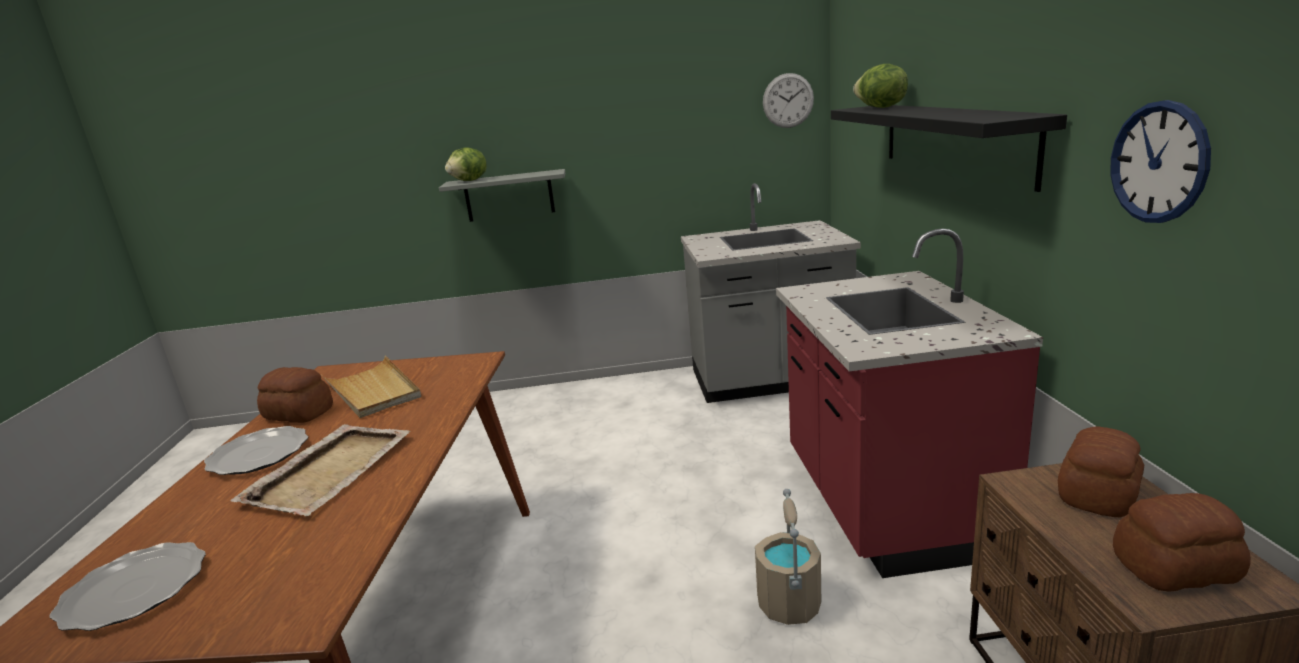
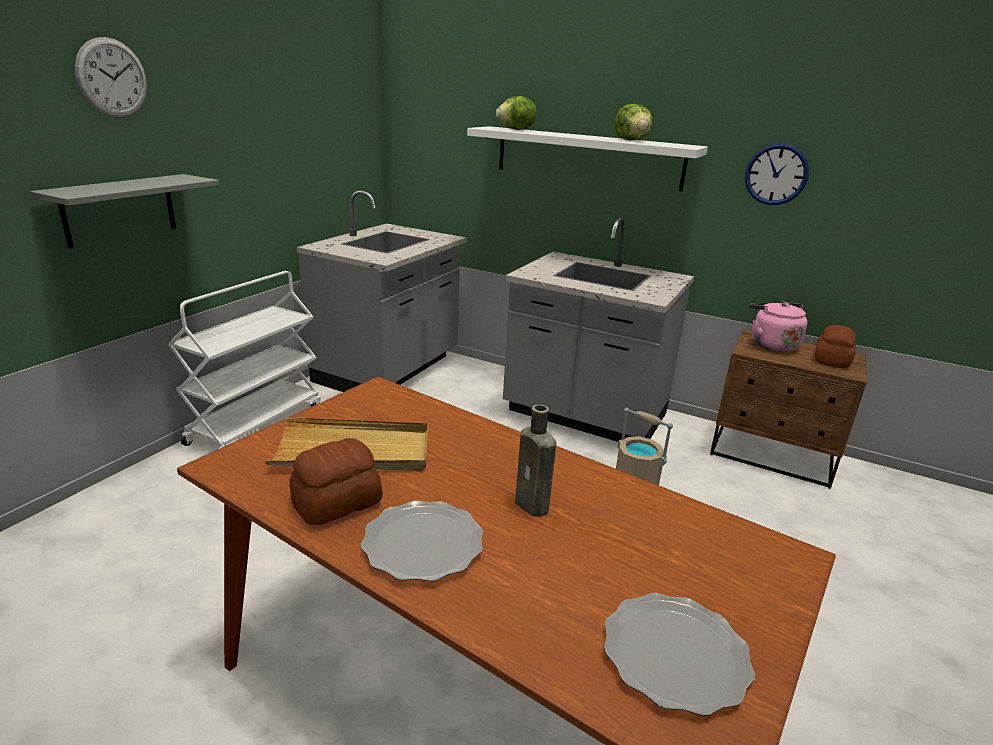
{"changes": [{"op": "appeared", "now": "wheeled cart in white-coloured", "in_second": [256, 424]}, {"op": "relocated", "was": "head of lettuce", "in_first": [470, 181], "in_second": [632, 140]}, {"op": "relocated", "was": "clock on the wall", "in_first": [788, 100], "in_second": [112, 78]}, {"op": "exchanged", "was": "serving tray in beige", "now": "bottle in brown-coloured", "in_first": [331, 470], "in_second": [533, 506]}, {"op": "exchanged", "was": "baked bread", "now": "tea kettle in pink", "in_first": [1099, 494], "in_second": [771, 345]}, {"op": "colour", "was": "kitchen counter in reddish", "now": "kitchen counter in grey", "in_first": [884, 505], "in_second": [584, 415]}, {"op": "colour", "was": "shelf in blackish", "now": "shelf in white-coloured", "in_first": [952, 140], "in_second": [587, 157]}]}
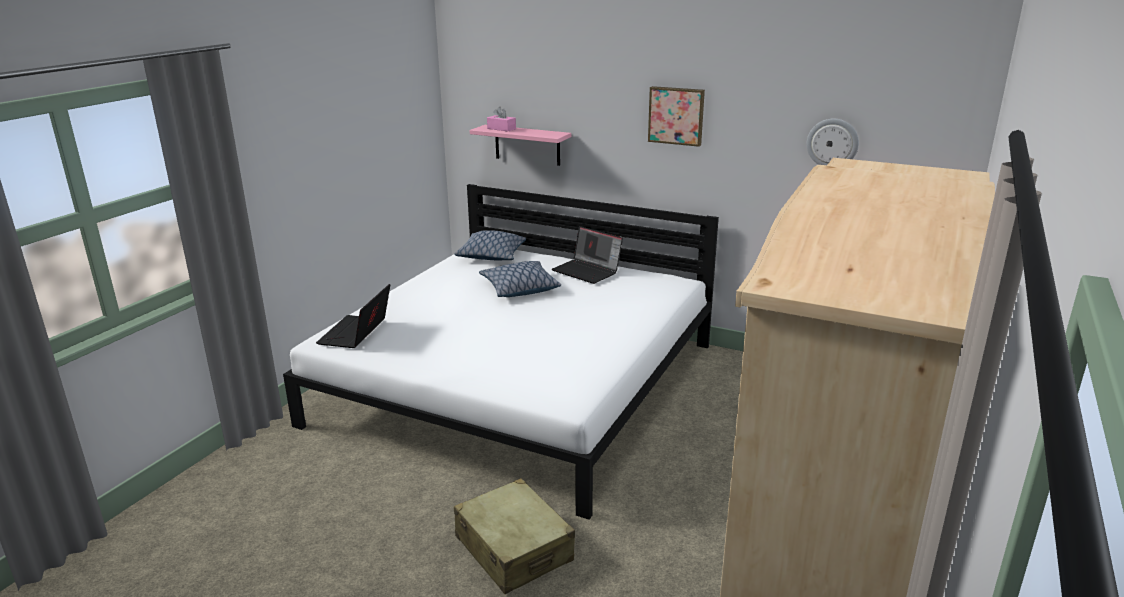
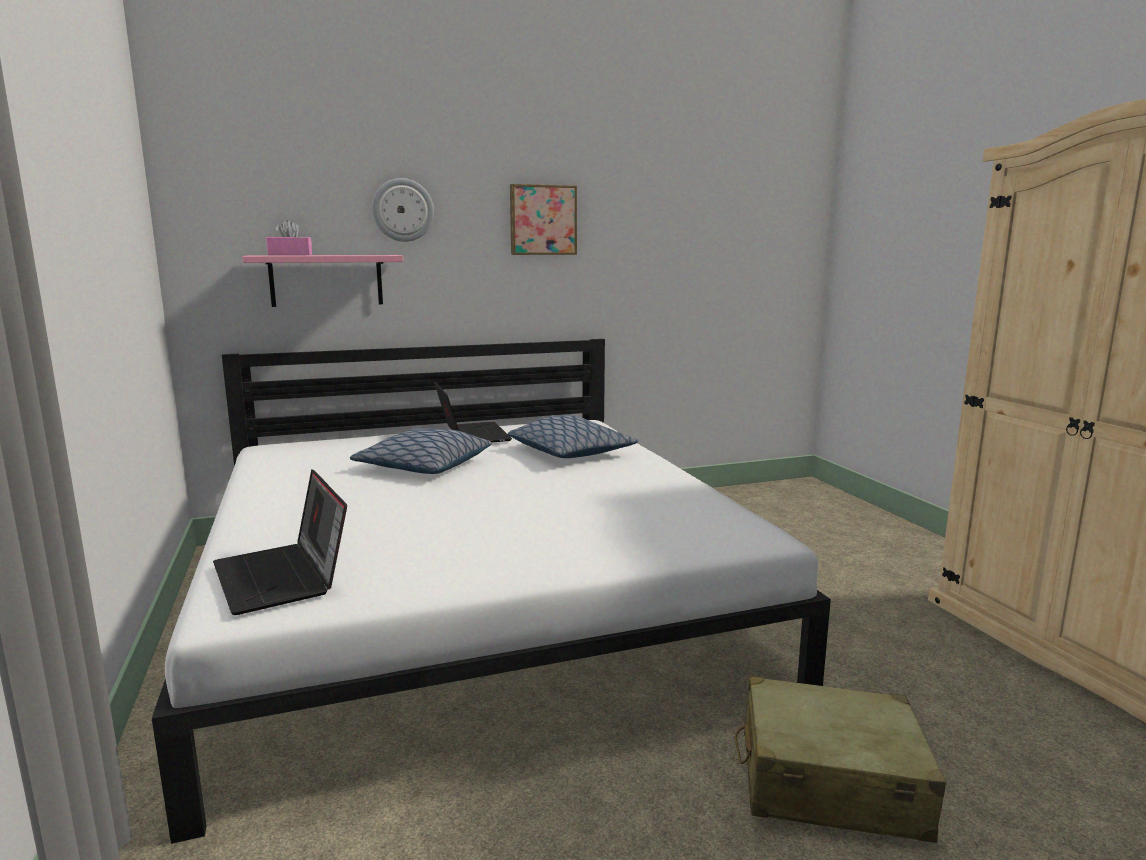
{"changes": [{"op": "relocated", "was": "pillow", "in_first": [492, 255], "in_second": [572, 453]}, {"op": "relocated", "was": "clock on the wall", "in_first": [832, 143], "in_second": [403, 210]}, {"op": "spun", "was": "portable computer", "in_first": [588, 271], "in_second": [471, 434], "clockwise": -105}]}
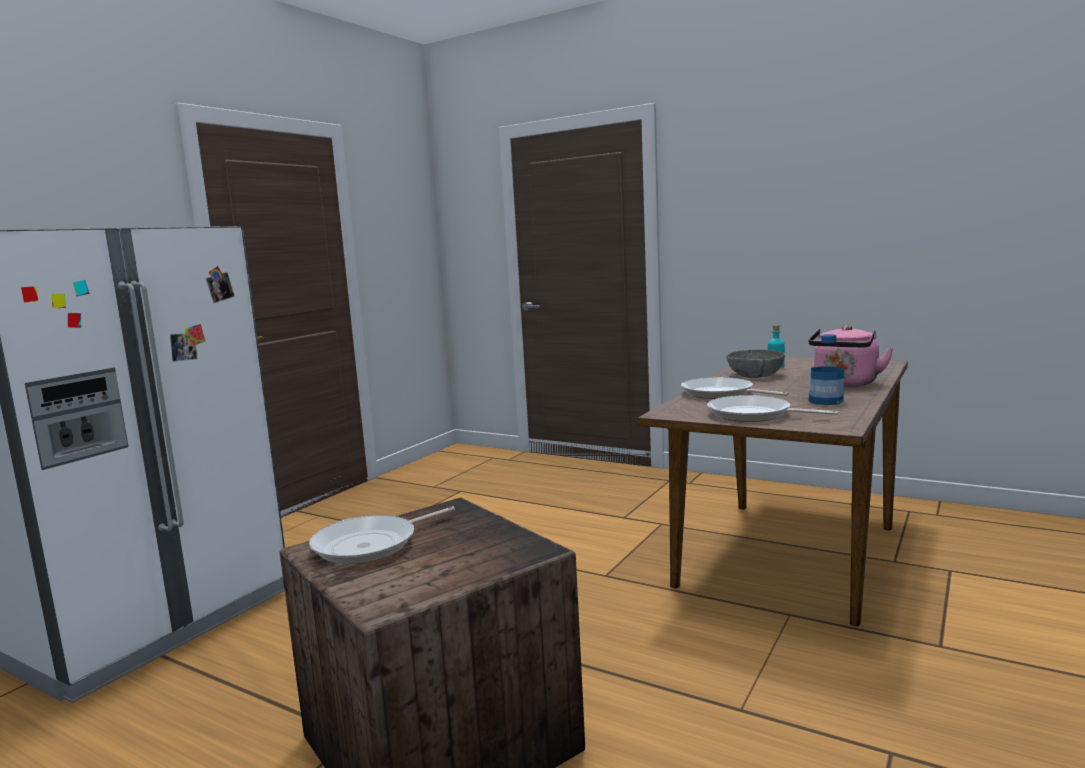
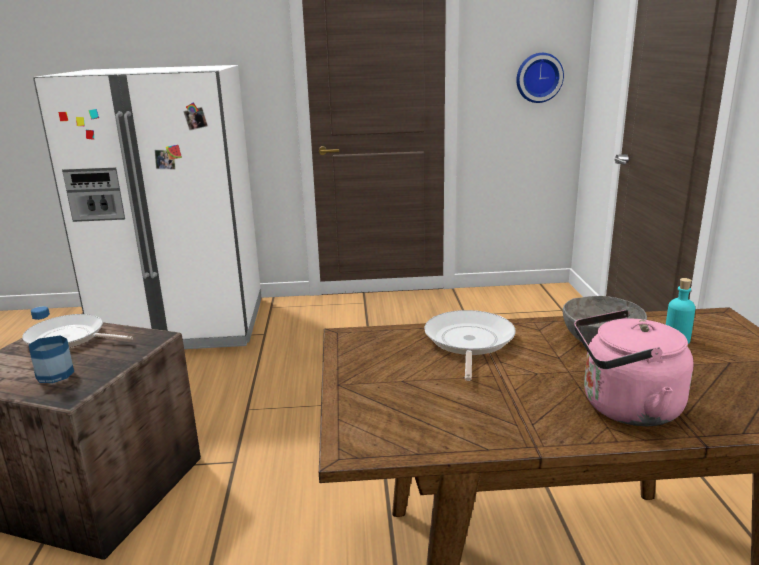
{"changes": [{"op": "missing", "was": "skillet", "in_first": [754, 415]}, {"op": "appeared", "now": "clock on the wall", "in_second": [538, 77]}, {"op": "relocated", "was": "bottle", "in_first": [825, 401], "in_second": [55, 374]}]}
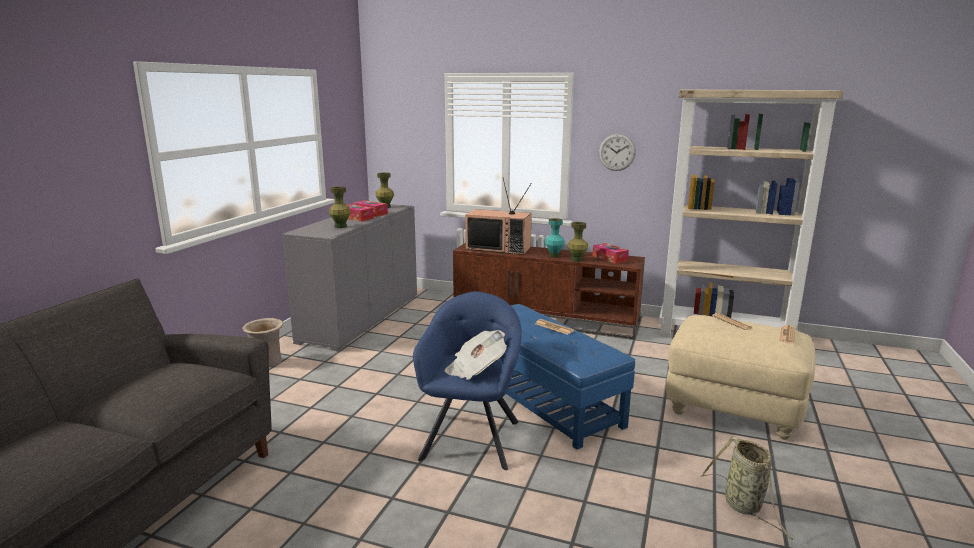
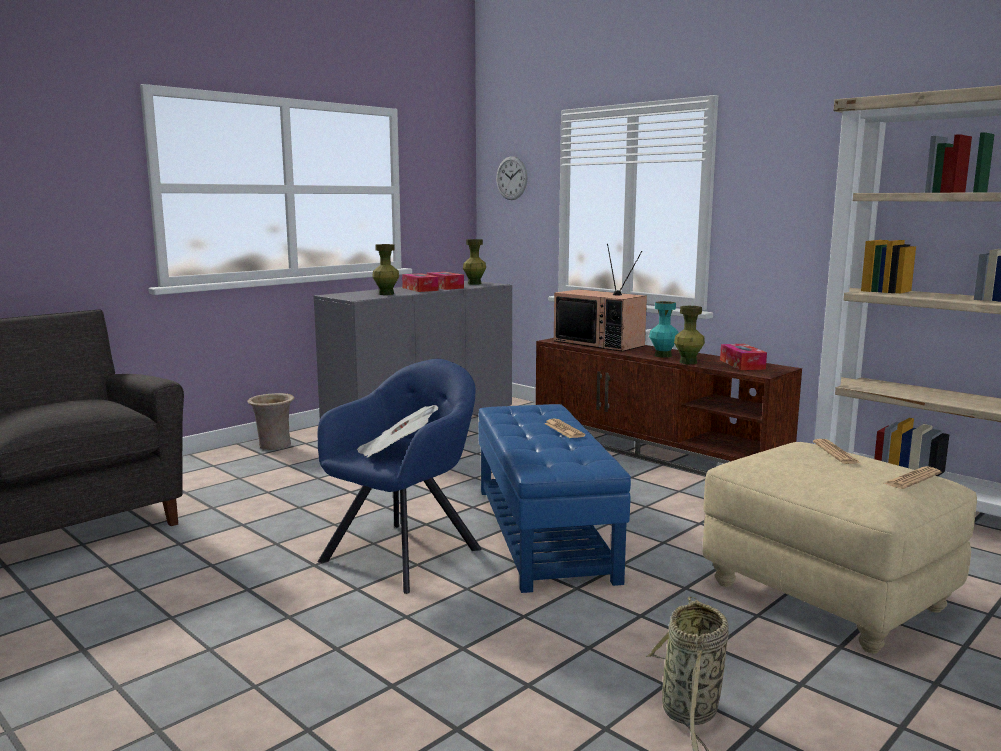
{"changes": [{"op": "relocated", "was": "clock on the wall", "in_first": [617, 152], "in_second": [511, 178]}]}
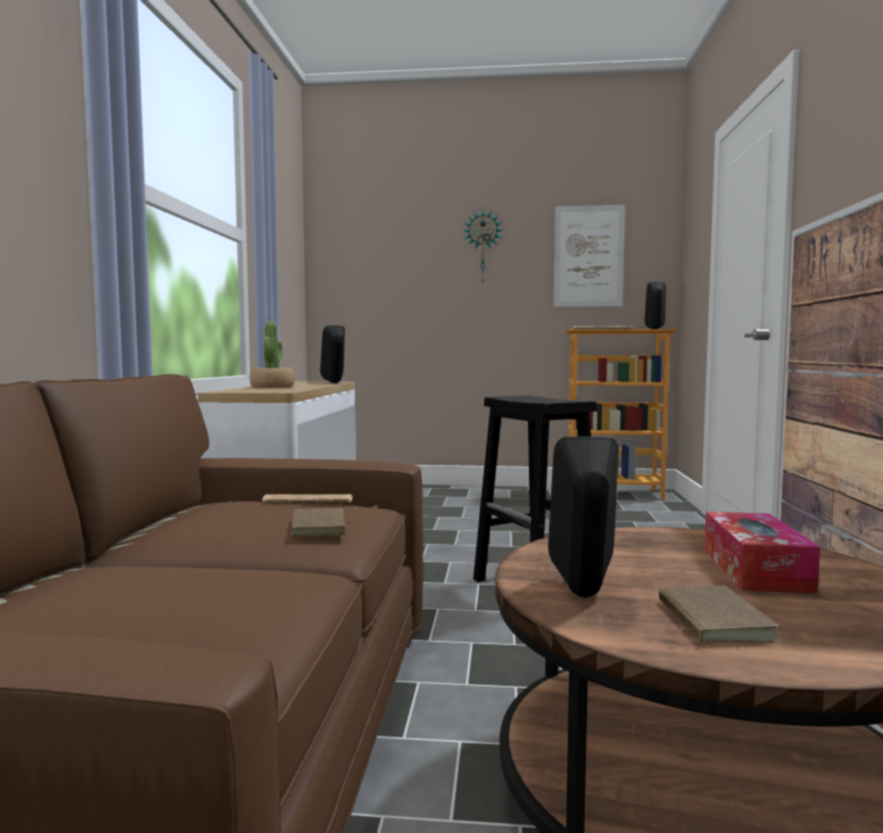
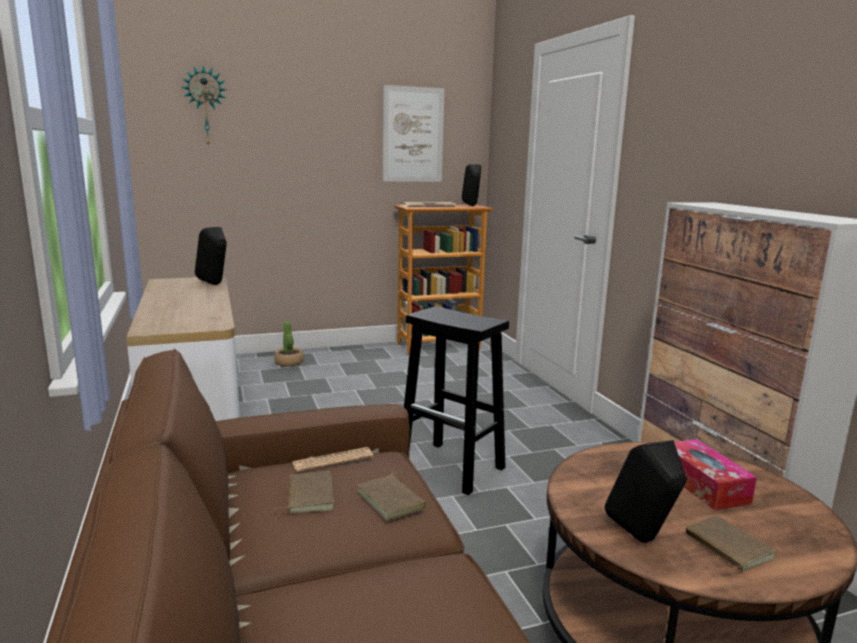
{"changes": [{"op": "appeared", "now": "bound book in brown-coloured", "in_second": [308, 496]}, {"op": "relocated", "was": "plant in a pot", "in_first": [272, 387], "in_second": [289, 362]}, {"op": "relocated", "was": "clock on the wall", "in_first": [483, 247], "in_second": [205, 106]}]}
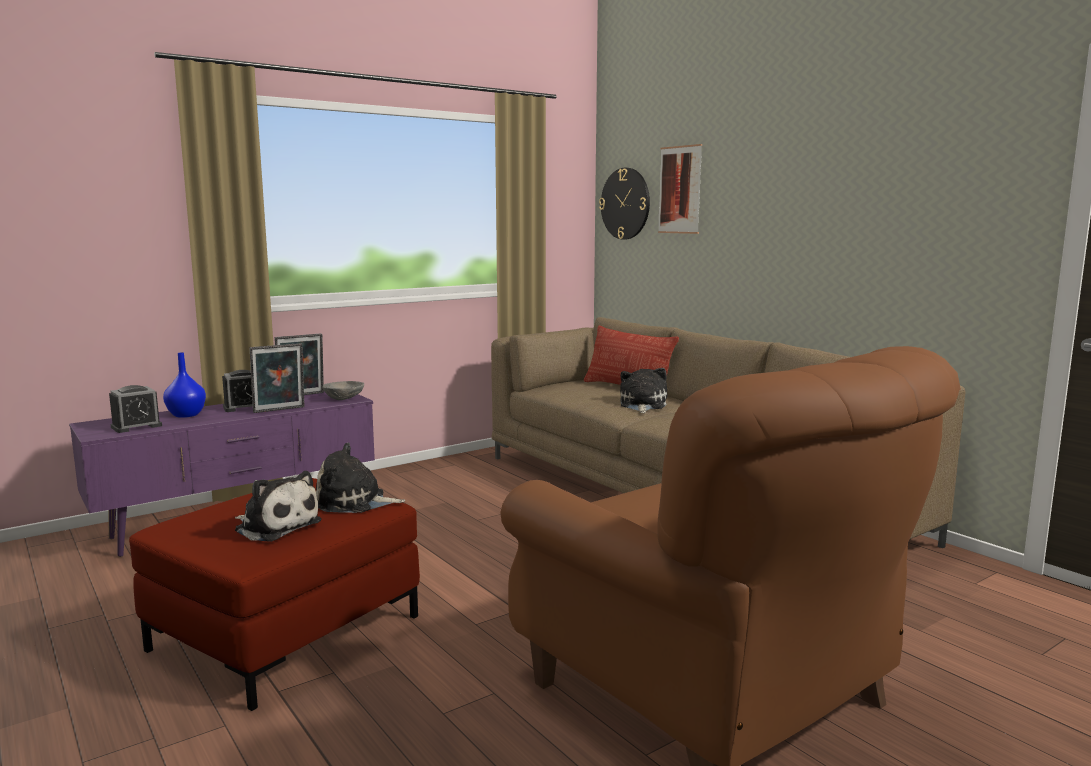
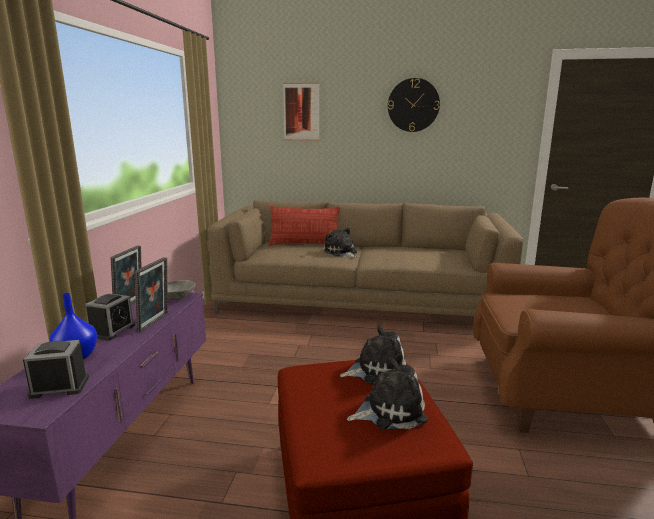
{"changes": [{"op": "relocated", "was": "clock on the wall", "in_first": [625, 203], "in_second": [413, 105]}, {"op": "spun", "was": "bedside clock", "in_first": [136, 426], "in_second": [59, 387], "clockwise": -105}, {"op": "spun", "was": "cuddly toy", "in_first": [354, 502], "in_second": [376, 370], "clockwise": -150}]}
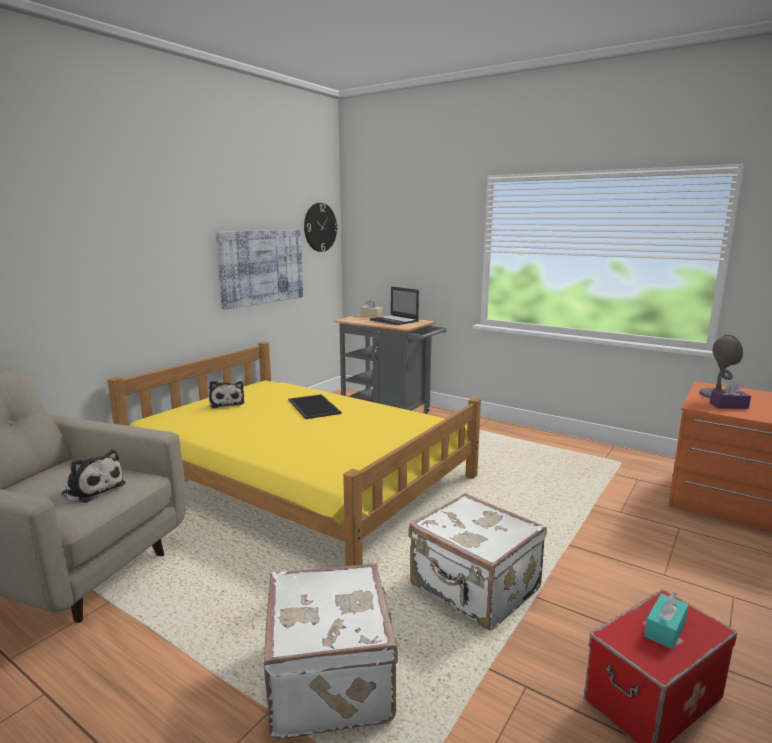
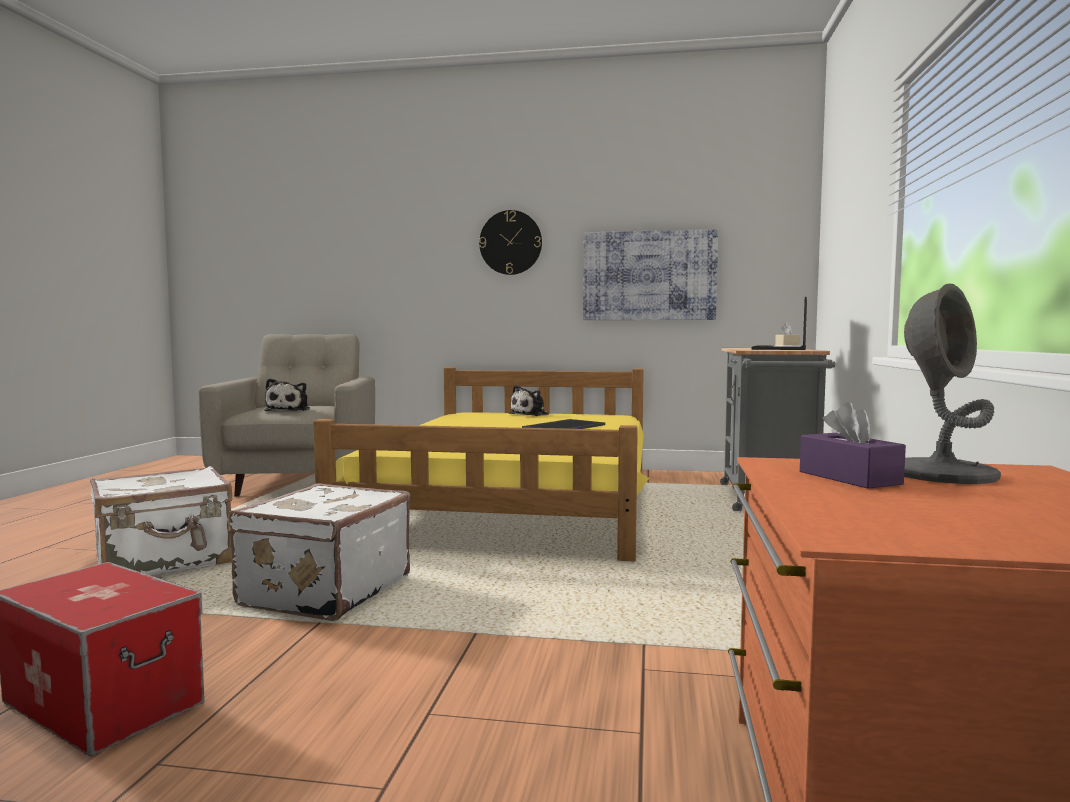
{"changes": [{"op": "missing", "was": "tissue holder in blue-green", "in_first": [665, 629]}, {"op": "relocated", "was": "clock on the wall", "in_first": [320, 227], "in_second": [510, 242]}]}
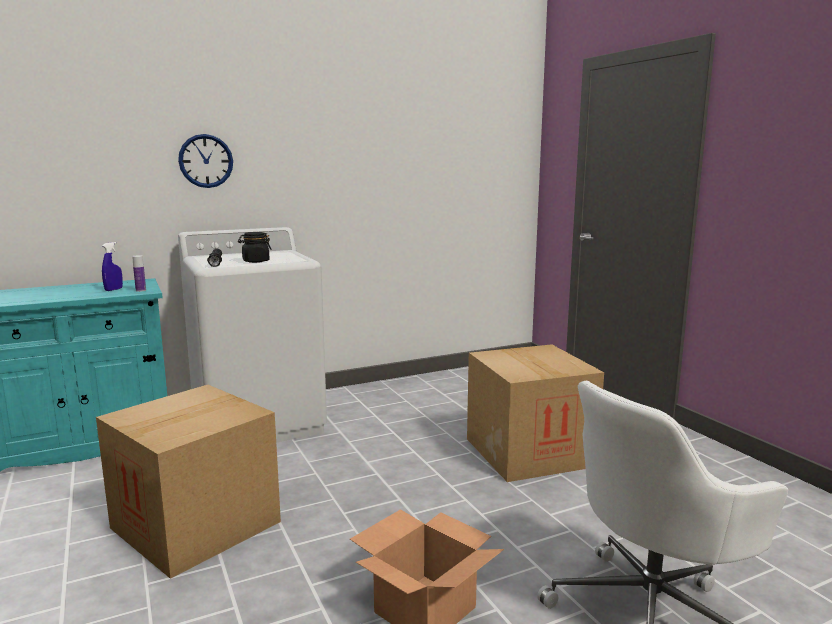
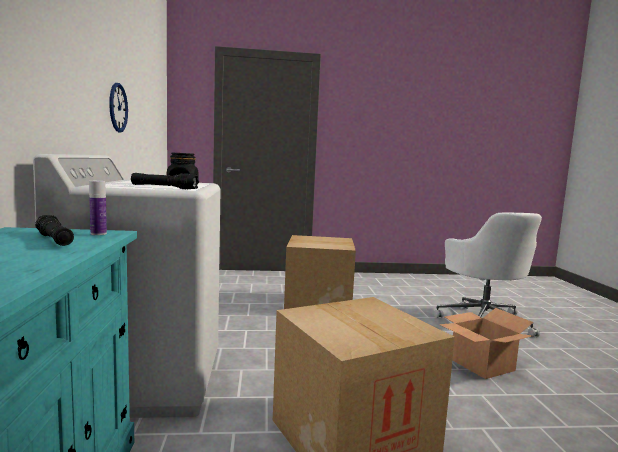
{"changes": [{"op": "relocated", "was": "clock on the wall", "in_first": [206, 161], "in_second": [118, 107]}, {"op": "exchanged", "was": "sprayer in blue-coloured", "now": "hand torch in blackish", "in_first": [113, 289], "in_second": [54, 240]}]}
